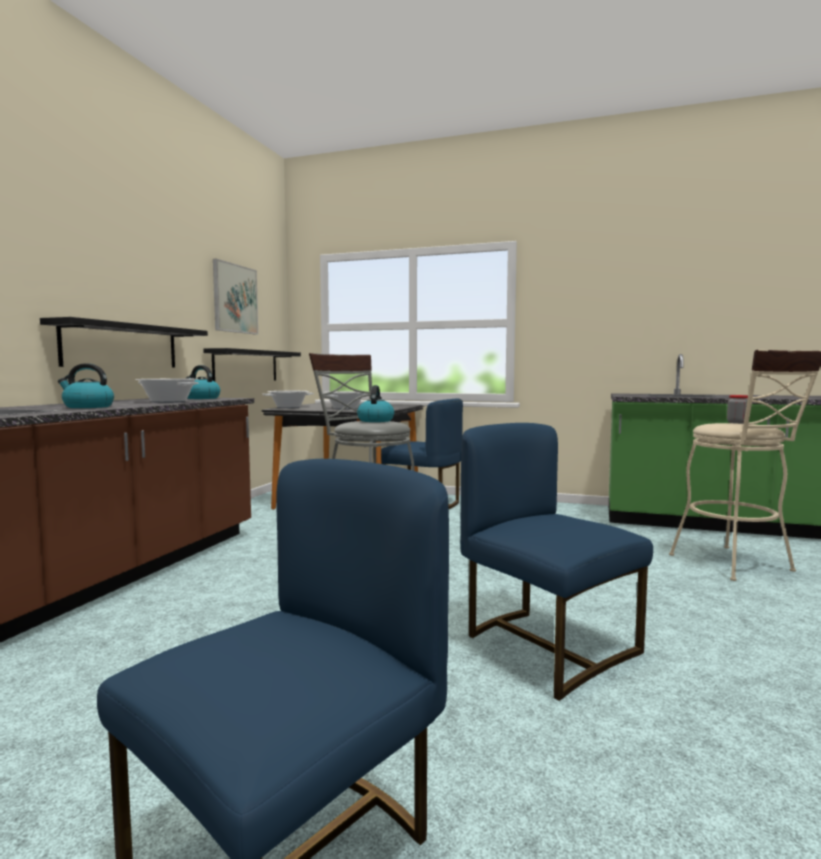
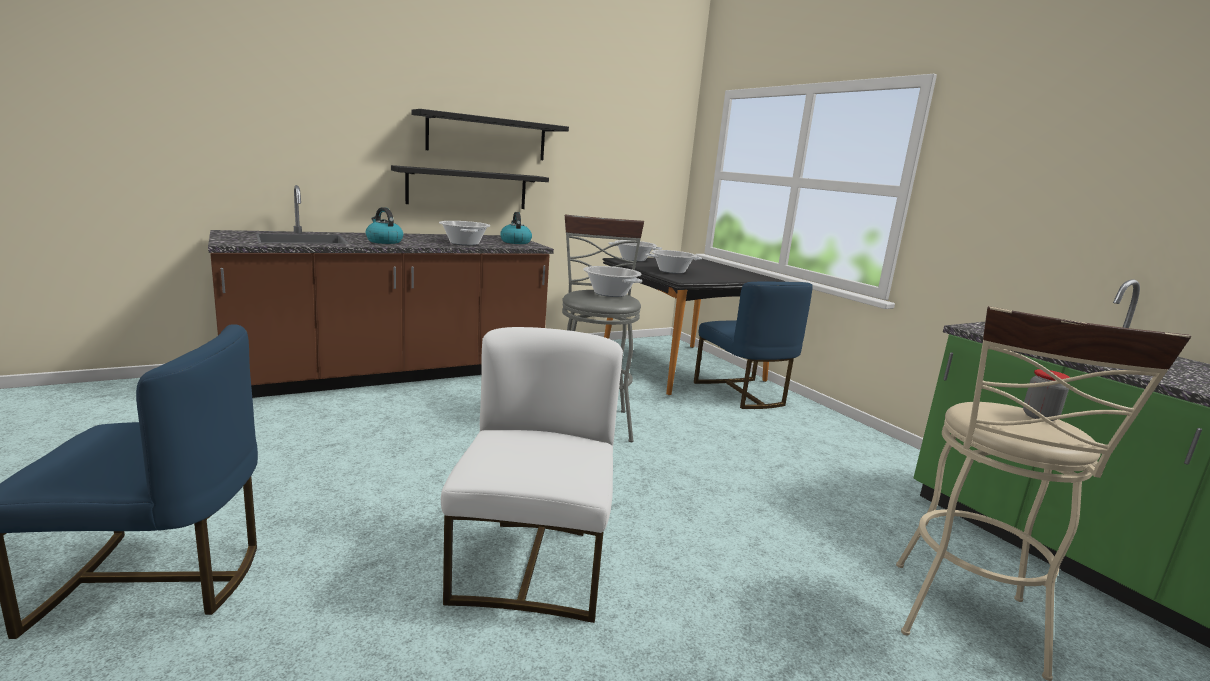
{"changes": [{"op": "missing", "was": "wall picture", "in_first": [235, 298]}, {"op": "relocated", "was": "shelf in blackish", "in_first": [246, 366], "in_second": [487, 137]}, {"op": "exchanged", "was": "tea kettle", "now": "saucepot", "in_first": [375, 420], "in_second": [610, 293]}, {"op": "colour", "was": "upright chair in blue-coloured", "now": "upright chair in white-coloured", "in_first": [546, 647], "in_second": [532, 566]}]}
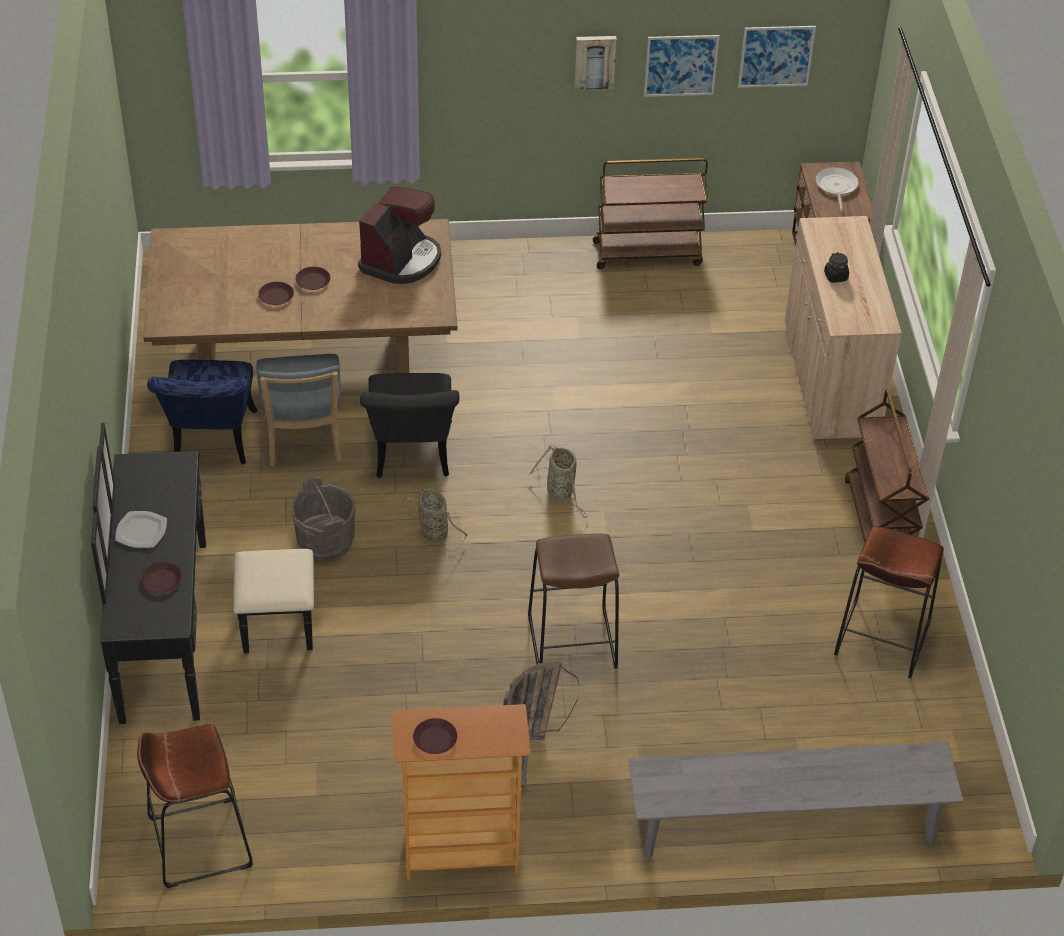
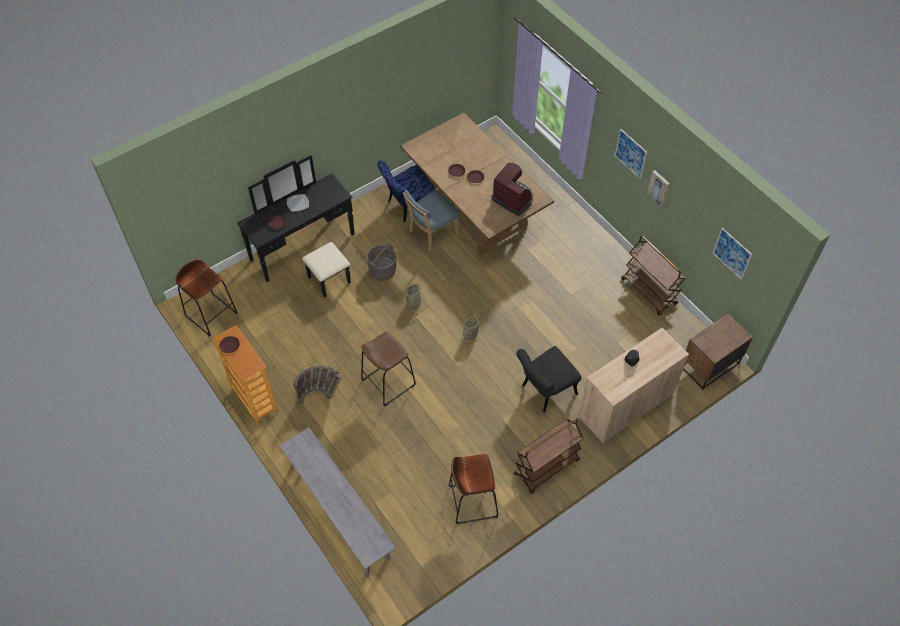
{"changes": [{"op": "missing", "was": "skillet", "in_first": [836, 187]}, {"op": "relocated", "was": "upright chair in blackish", "in_first": [411, 456], "in_second": [544, 391]}, {"op": "relocated", "was": "wall picture", "in_first": [681, 65], "in_second": [630, 153]}, {"op": "spun", "was": "coffee machine", "in_first": [401, 260], "in_second": [513, 199], "clockwise": -135}]}
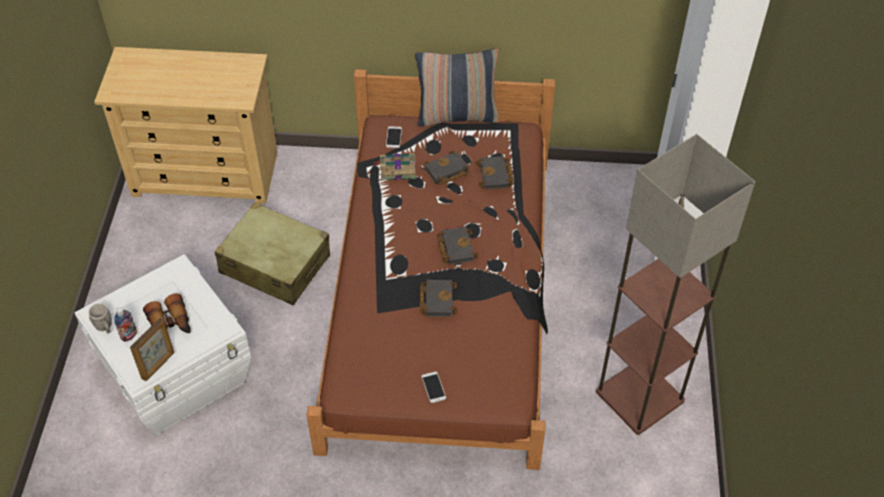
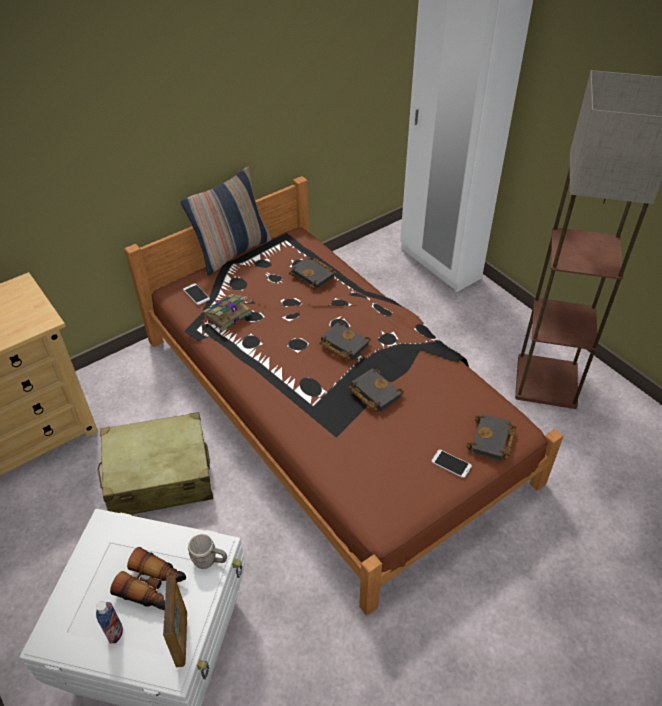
{"changes": [{"op": "relocated", "was": "tea mug in grey", "in_first": [105, 327], "in_second": [209, 561]}, {"op": "relocated", "was": "bound book in blackish", "in_first": [446, 172], "in_second": [492, 441]}]}
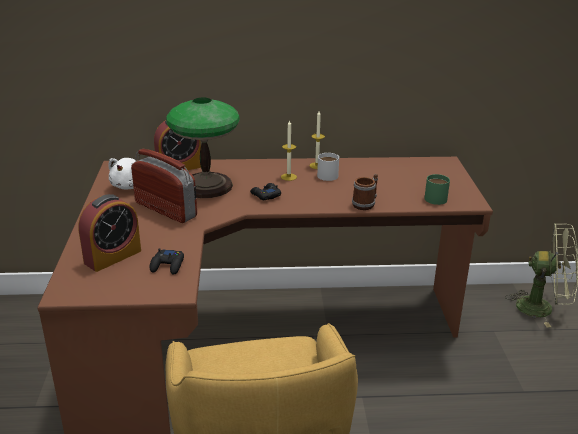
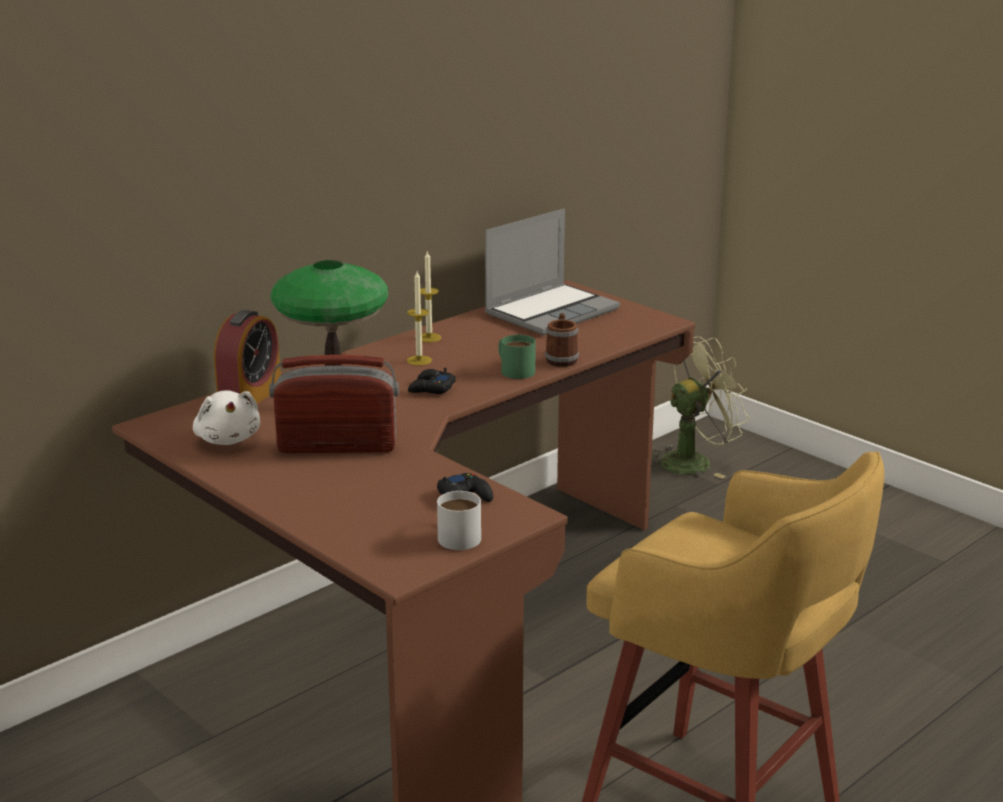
{"changes": [{"op": "missing", "was": "bedside clock", "in_first": [113, 257]}, {"op": "appeared", "now": "portable computer", "in_second": [551, 311]}, {"op": "relocated", "was": "tea mug in white-coloured", "in_first": [329, 174], "in_second": [457, 534]}, {"op": "relocated", "was": "tea mug in green-coloured", "in_first": [435, 197], "in_second": [514, 370]}]}
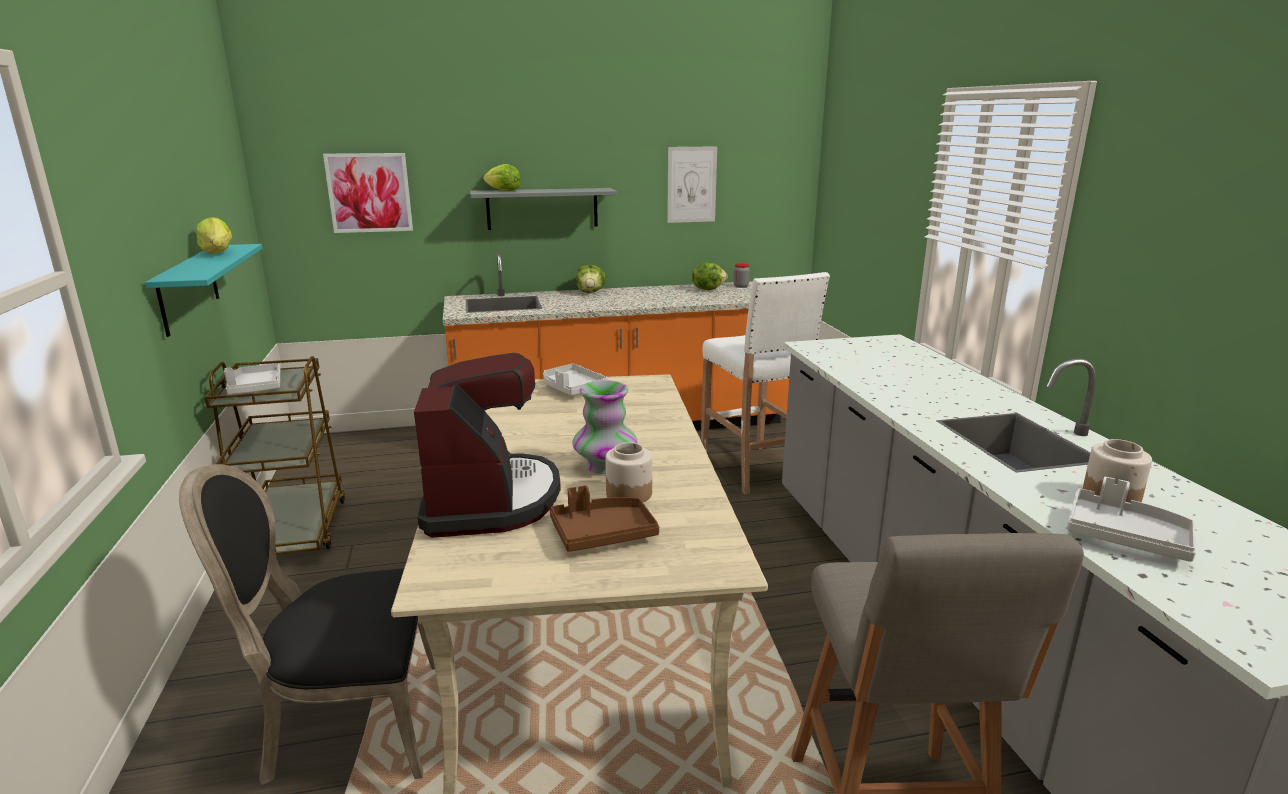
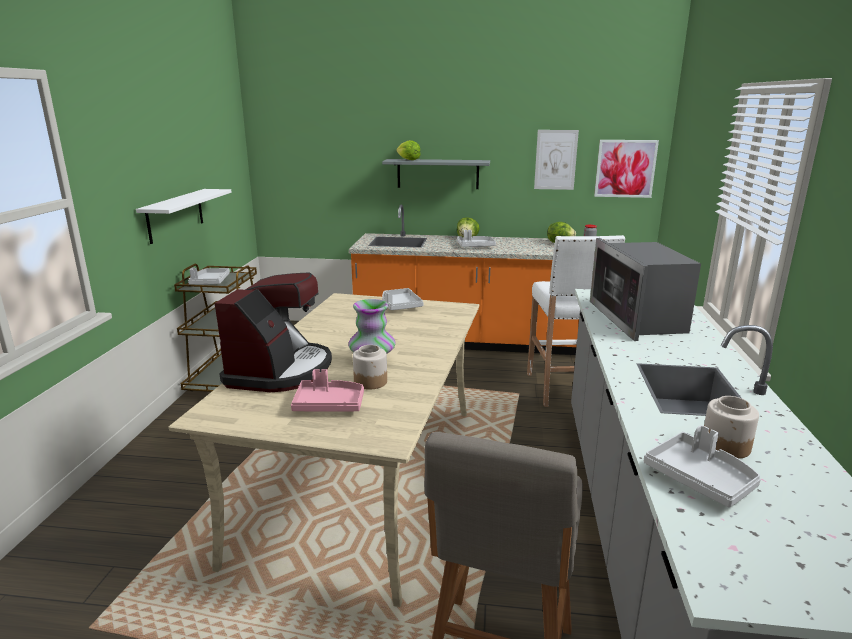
{"changes": [{"op": "missing", "was": "upright chair in blackish", "in_first": [348, 726]}, {"op": "missing", "was": "head of lettuce", "in_first": [218, 253]}, {"op": "appeared", "now": "serving tray in grey", "in_second": [475, 246]}, {"op": "appeared", "now": "kitchen microwave", "in_second": [638, 318]}, {"op": "relocated", "was": "wall picture", "in_first": [369, 193], "in_second": [625, 168]}, {"op": "colour", "was": "shelf in blue-green", "now": "shelf in white-coloured", "in_first": [188, 288], "in_second": [175, 215]}, {"op": "colour", "was": "serving tray in brown-coloured", "now": "serving tray in pink", "in_first": [602, 534], "in_second": [329, 405]}]}
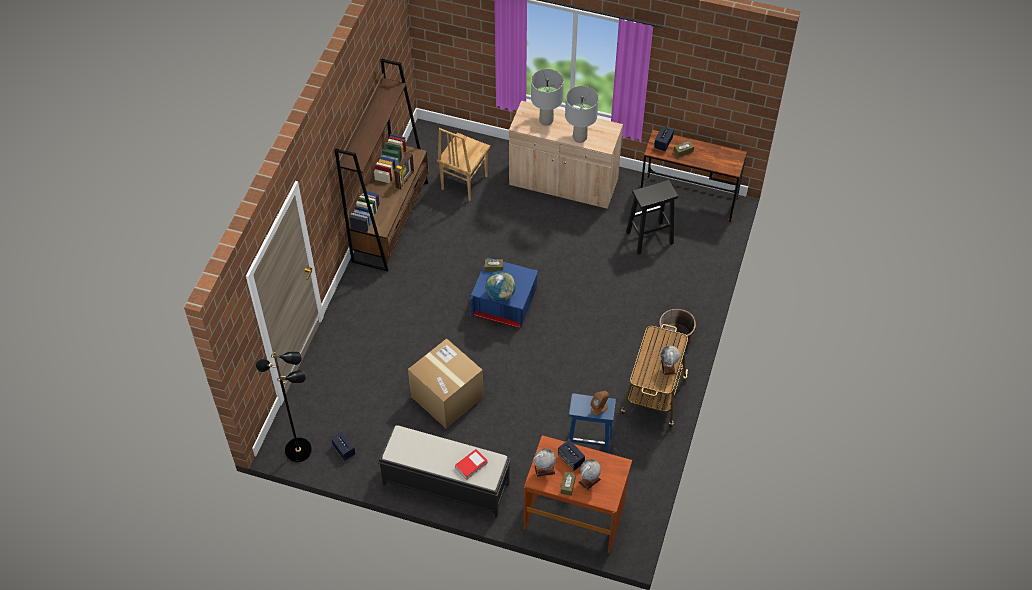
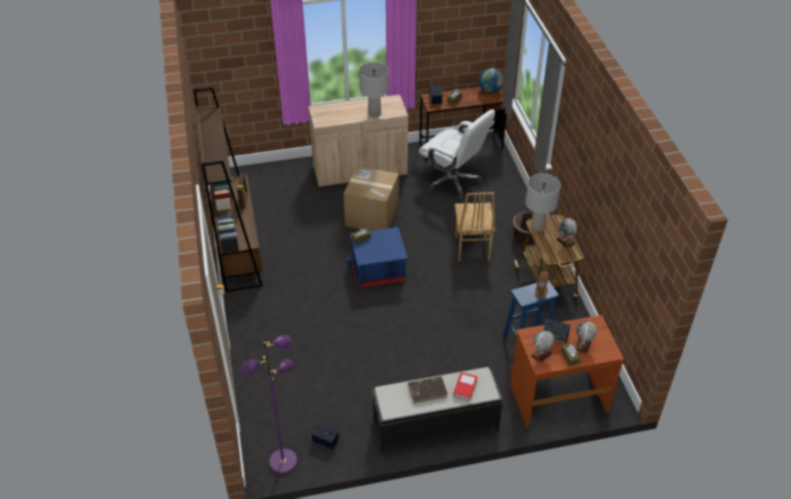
{"changes": [{"op": "appeared", "now": "bound book in brown-coloured", "in_second": [428, 390]}, {"op": "relocated", "was": "cardboard box", "in_first": [447, 397], "in_second": [372, 216]}, {"op": "relocated", "was": "upright chair in brown-coloured", "in_first": [463, 183], "in_second": [471, 249]}, {"op": "relocated", "was": "globe", "in_first": [500, 294], "in_second": [490, 90]}, {"op": "relocated", "was": "tabletop lamp in grey", "in_first": [546, 120], "in_second": [537, 227]}, {"op": "exchanged", "was": "stool in blackish", "now": "office chair in white-coloured", "in_first": [649, 238], "in_second": [453, 181]}, {"op": "colour", "was": "standard lamp in blackish", "now": "standard lamp in purple", "in_first": [298, 449], "in_second": [283, 461]}]}
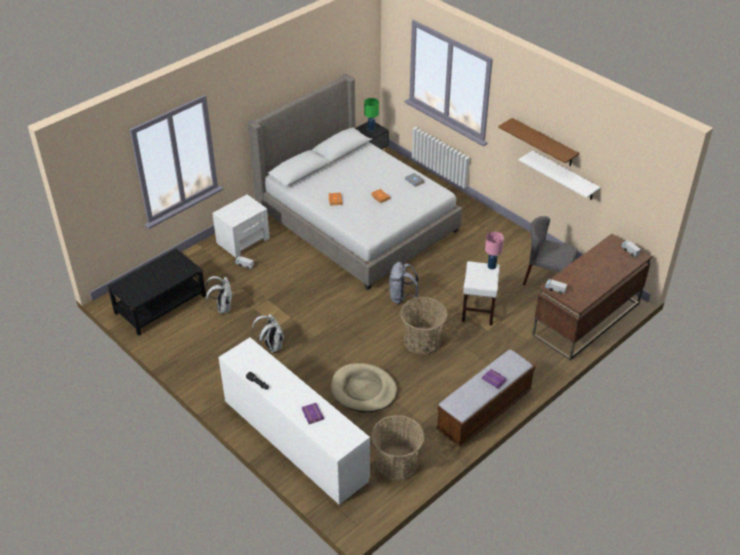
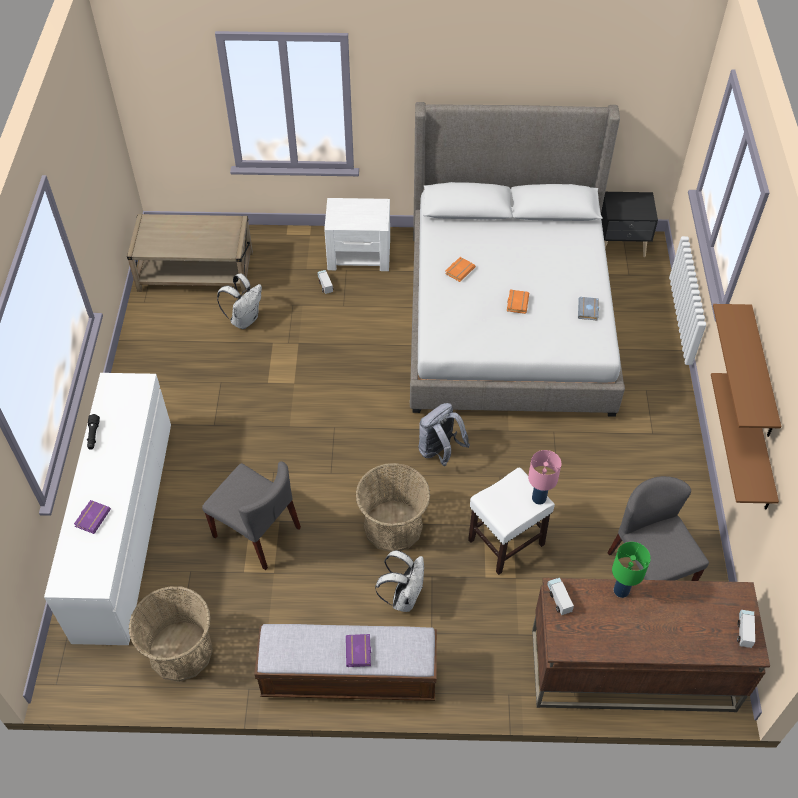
{"changes": [{"op": "relocated", "was": "knapsack in white-coloured", "in_first": [271, 346], "in_second": [403, 597]}, {"op": "relocated", "was": "tabletop lamp in green-coloured", "in_first": [371, 129], "in_second": [621, 591]}, {"op": "exchanged", "was": "dog bed in beige", "now": "upright chair in grey", "in_first": [363, 390], "in_second": [257, 532]}, {"op": "colour", "was": "lounge table in blackish", "now": "lounge table in beige", "in_first": [160, 304], "in_second": [195, 271]}, {"op": "colour", "was": "shelf in white-coloured", "now": "shelf in brown-coloured", "in_first": [564, 176], "in_second": [759, 445]}]}
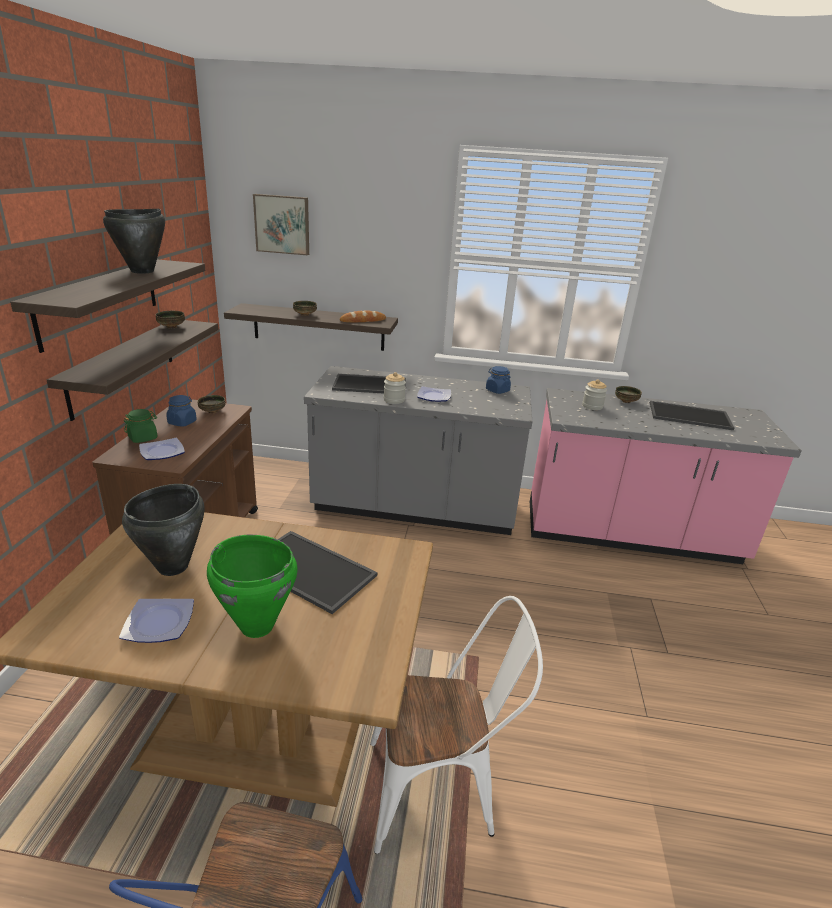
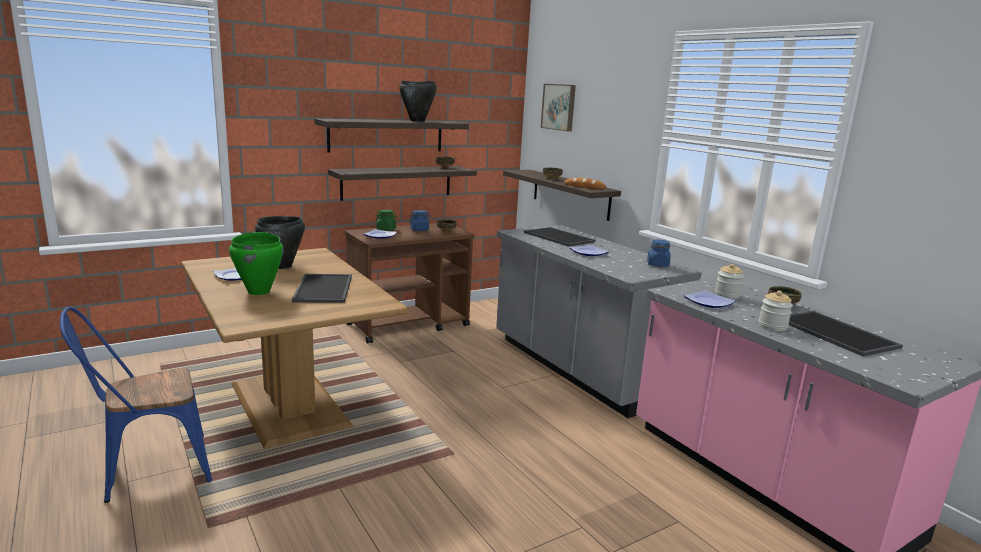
{"changes": [{"op": "missing", "was": "upright chair in white-coloured", "in_first": [440, 790]}, {"op": "appeared", "now": "plate", "in_second": [708, 302]}, {"op": "relocated", "was": "storage jar", "in_first": [394, 400], "in_second": [772, 326]}]}
